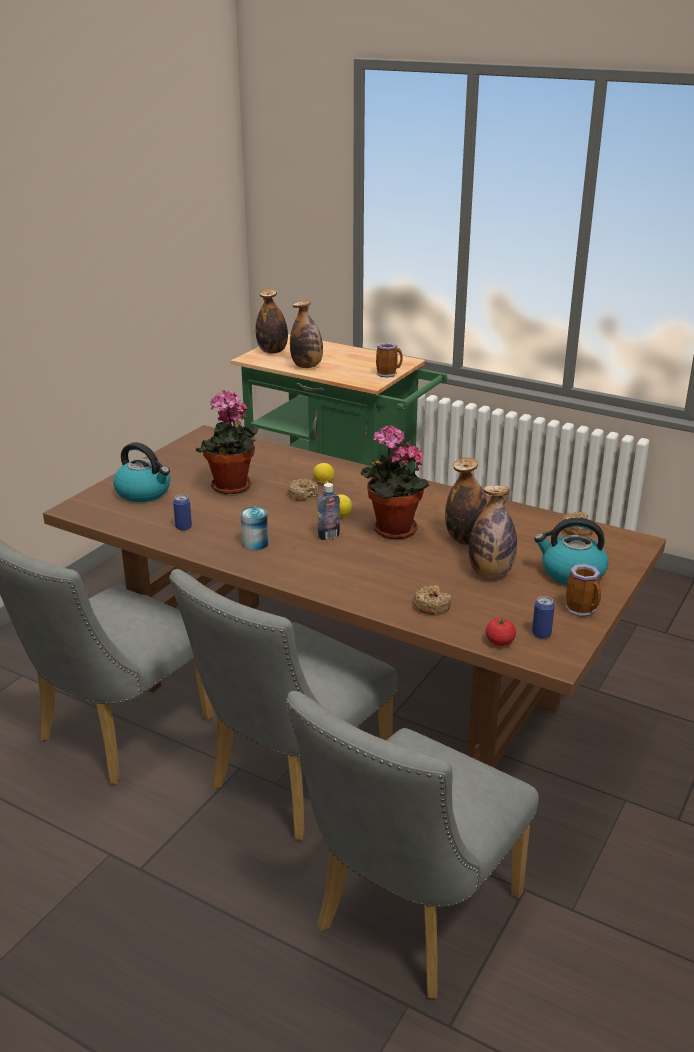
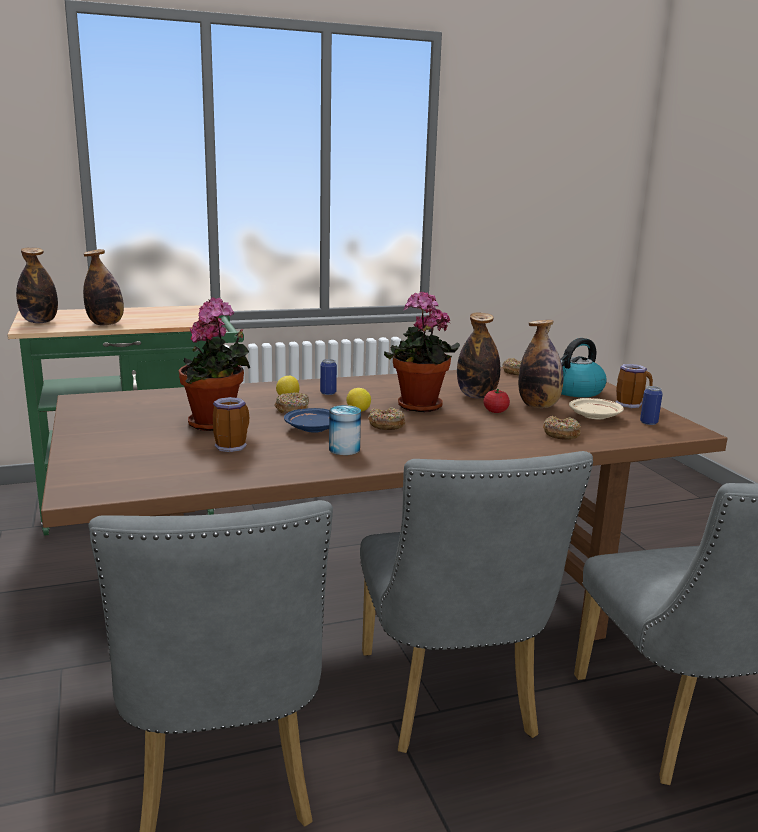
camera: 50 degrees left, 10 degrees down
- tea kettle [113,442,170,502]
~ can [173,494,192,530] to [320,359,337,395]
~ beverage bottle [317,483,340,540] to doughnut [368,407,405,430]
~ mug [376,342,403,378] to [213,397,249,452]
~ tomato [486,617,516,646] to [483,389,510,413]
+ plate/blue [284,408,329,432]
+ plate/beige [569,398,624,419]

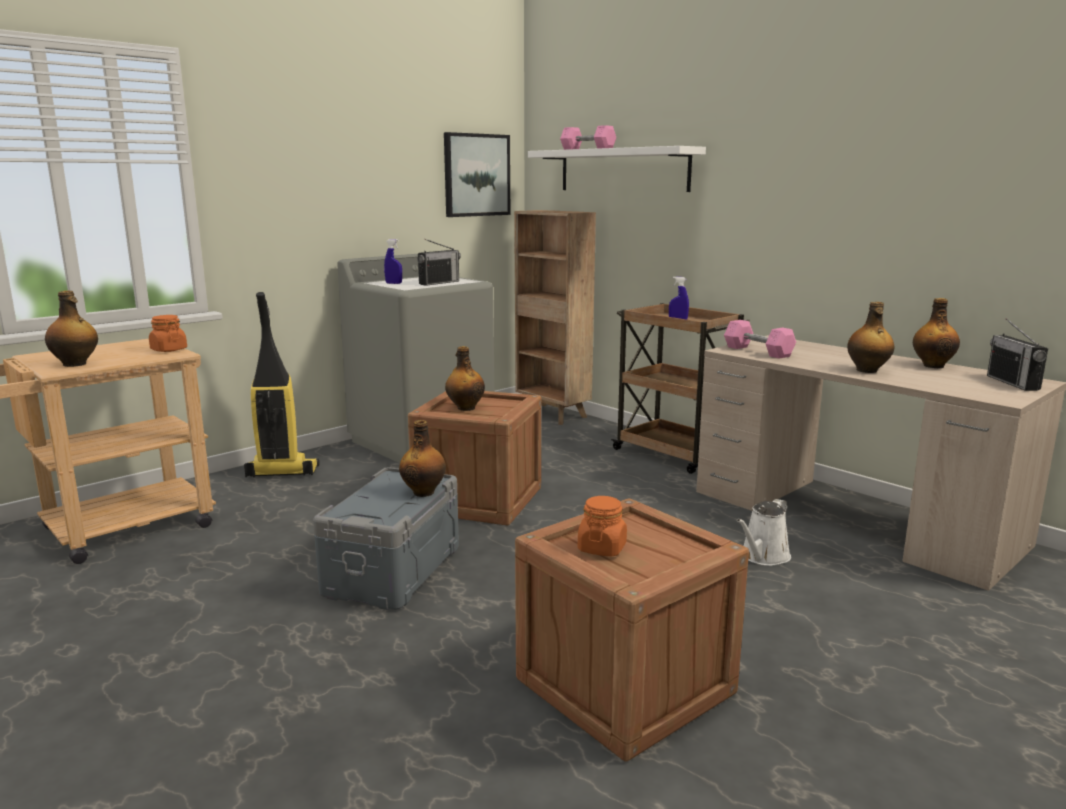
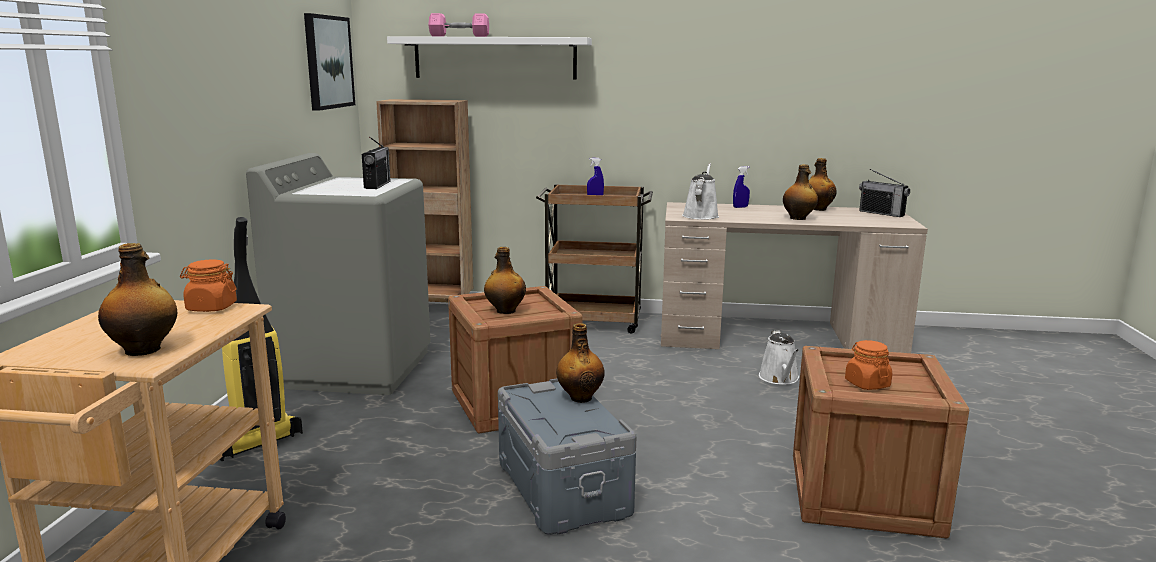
camera: 40 degrees left, 0 degrees up
~ sprayer/blue [384,239,402,284] to [733,166,750,208]
~ hand weight/pink-coloured [724,320,796,359] to sprinkling can/white [682,163,719,220]

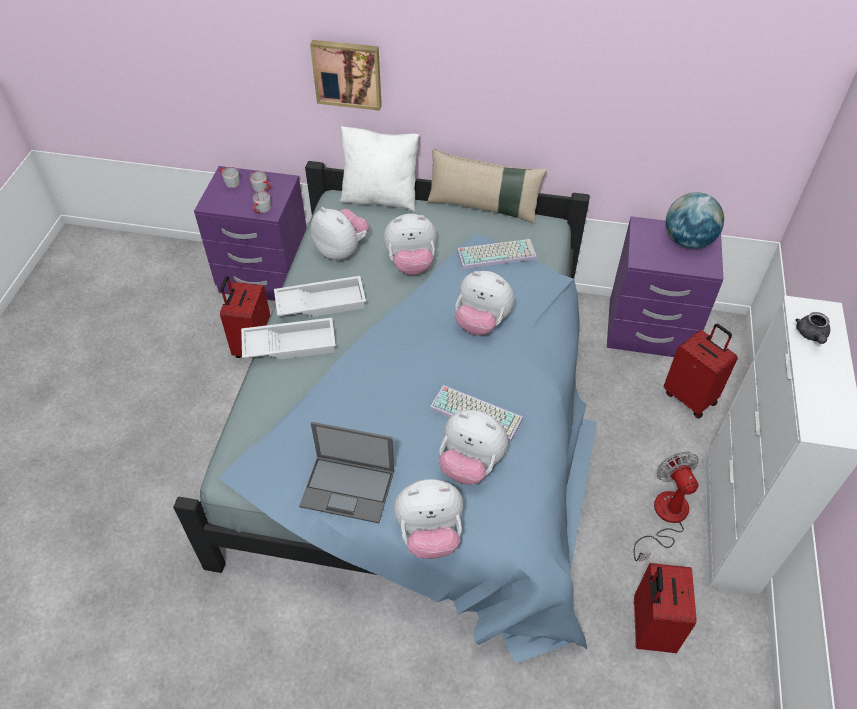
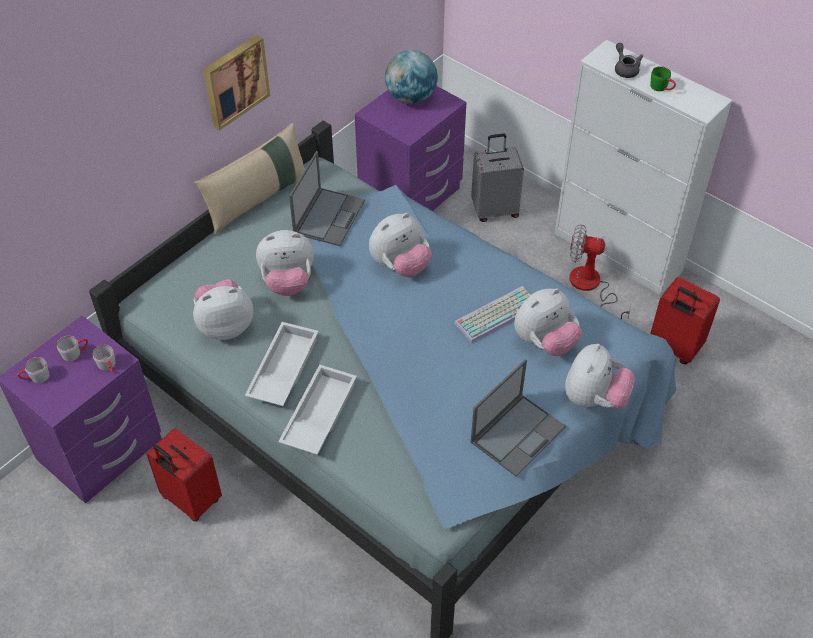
camera: 60 degrees left, 0 degrees up
~ wall picture [310,40,382,111] to [203,35,270,130]
- pillow/white [340,126,419,212]
~ soft toy [383,214,436,275] = [256,230,314,296] 60 degrees clockwise
~ computer keyboard [457,239,537,269] to portable computer [289,151,365,246]
~ suitcase/red-coloured [664,324,738,419] to suitcase/greyish [471,133,524,222]
~ tea pot/greyish [795,312,830,344] = [615,43,643,78] 150 degrees counterclockwise
+ mug/greenish [650,66,676,91]

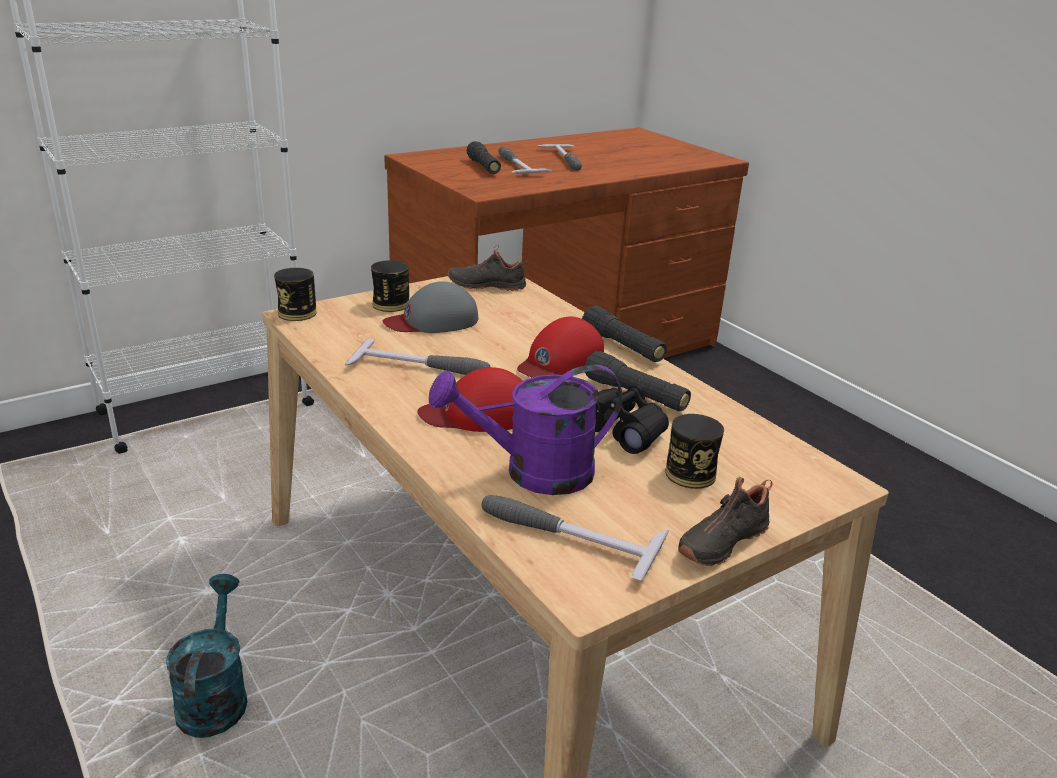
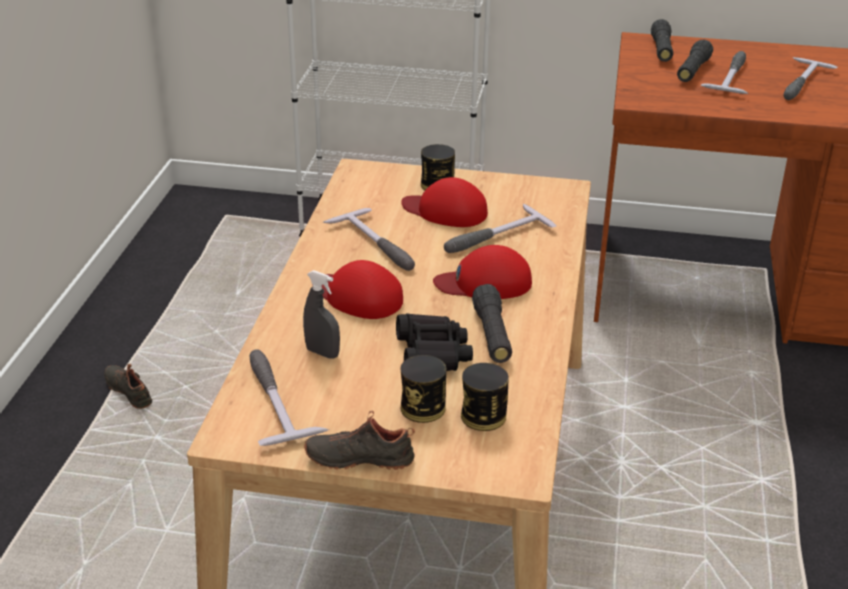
camera: 45 degrees right, 5 degrees up
- sprinkling can/turquoise-coloured [166,574,248,738]
~ can [274,268,317,321] to [461,363,509,431]
~ cap/greyish [383,281,478,333] to cap/red-coloured [401,177,488,227]
~ sprinkling can/purple [429,364,622,495] to sprayer/greyish [303,270,340,359]
~ item of footwear/blackish [448,245,527,291] to [104,364,152,409]
~ flashlight/blackish [582,306,667,362] to [651,19,673,62]
+ hammer [444,204,557,253]

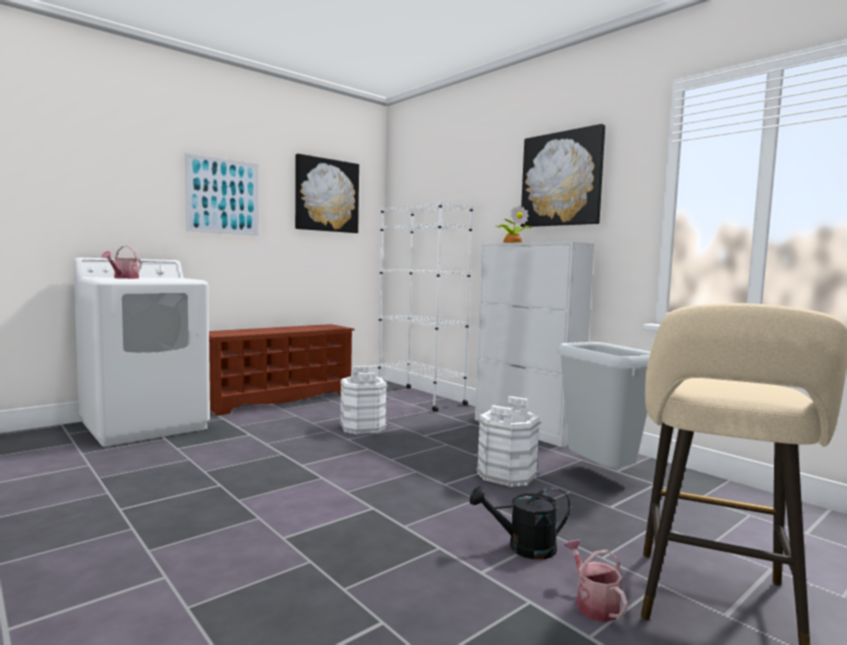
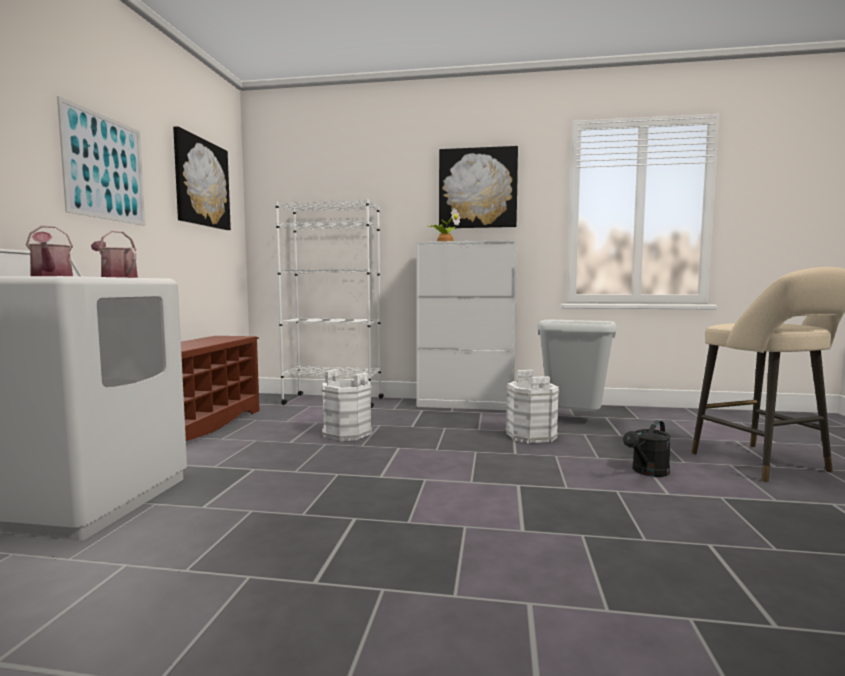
camera: 40 degrees left, 0 degrees up
~ sprinkling can [564,540,628,622] to [91,230,138,278]

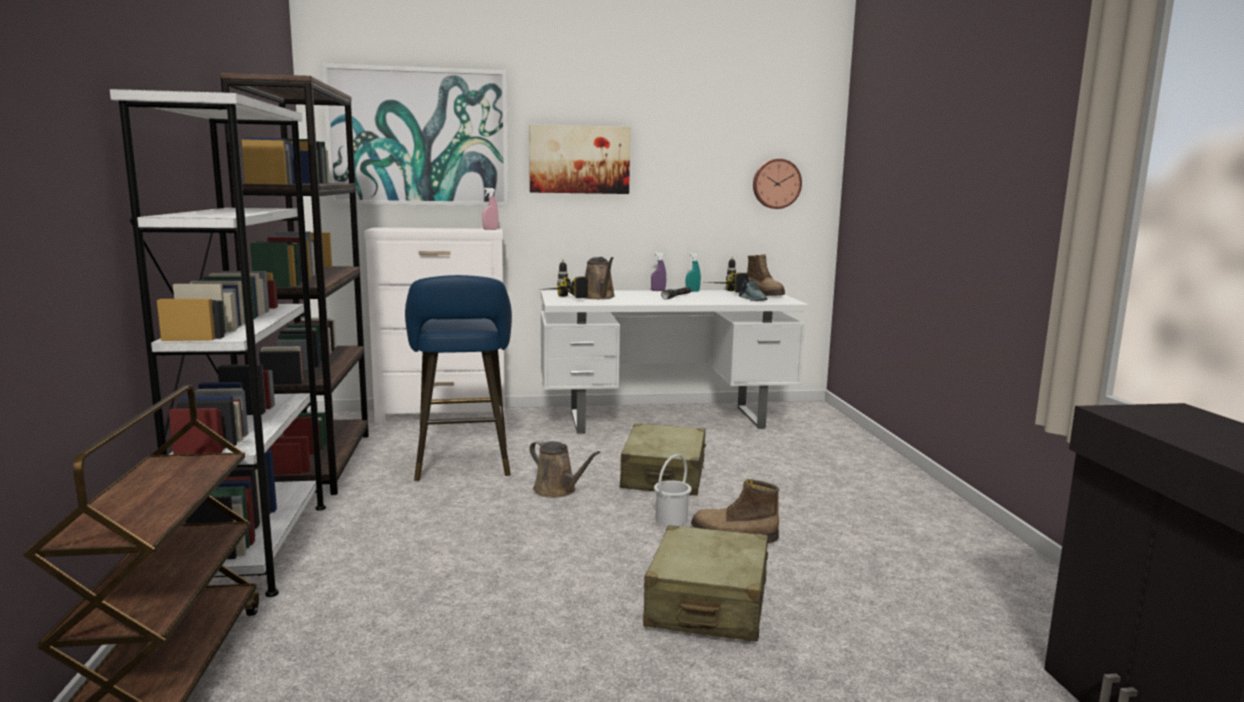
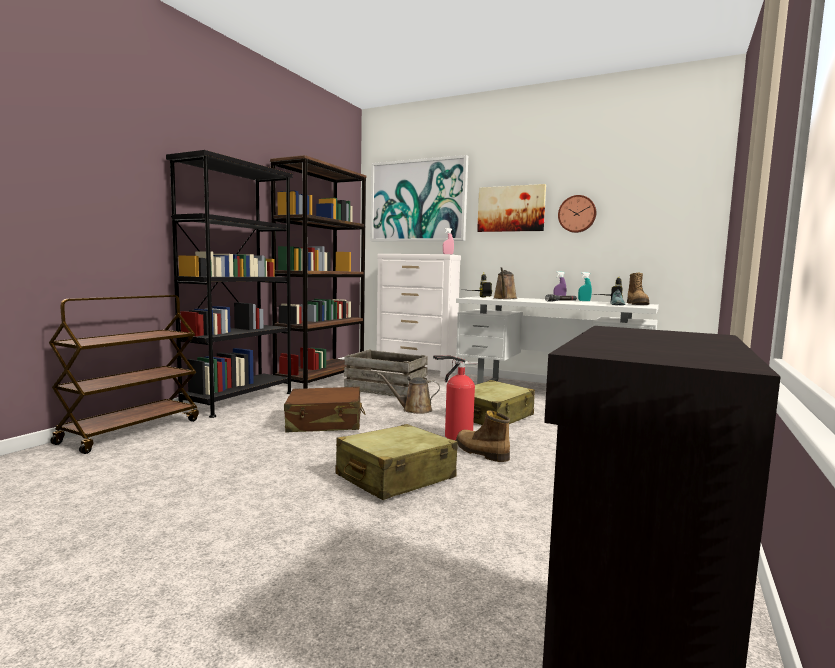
camera: 35 degrees right, 5 degrees down
~ bookshelf/white [110,89,326,597] to bookshelf/blackish [166,150,293,418]
~ stool seat/blue [405,275,512,481] to crate [344,350,428,397]
~ sprinkling can/brownish [529,440,600,498] = [378,373,440,414] 105 degrees clockwise
~ water bucket/white [654,454,692,526] to fire-fighting cylinder [433,355,478,440]
~ clock on the wall [753,159,802,209] to [558,195,596,233]
+ suitcase/brownish [284,387,366,433]

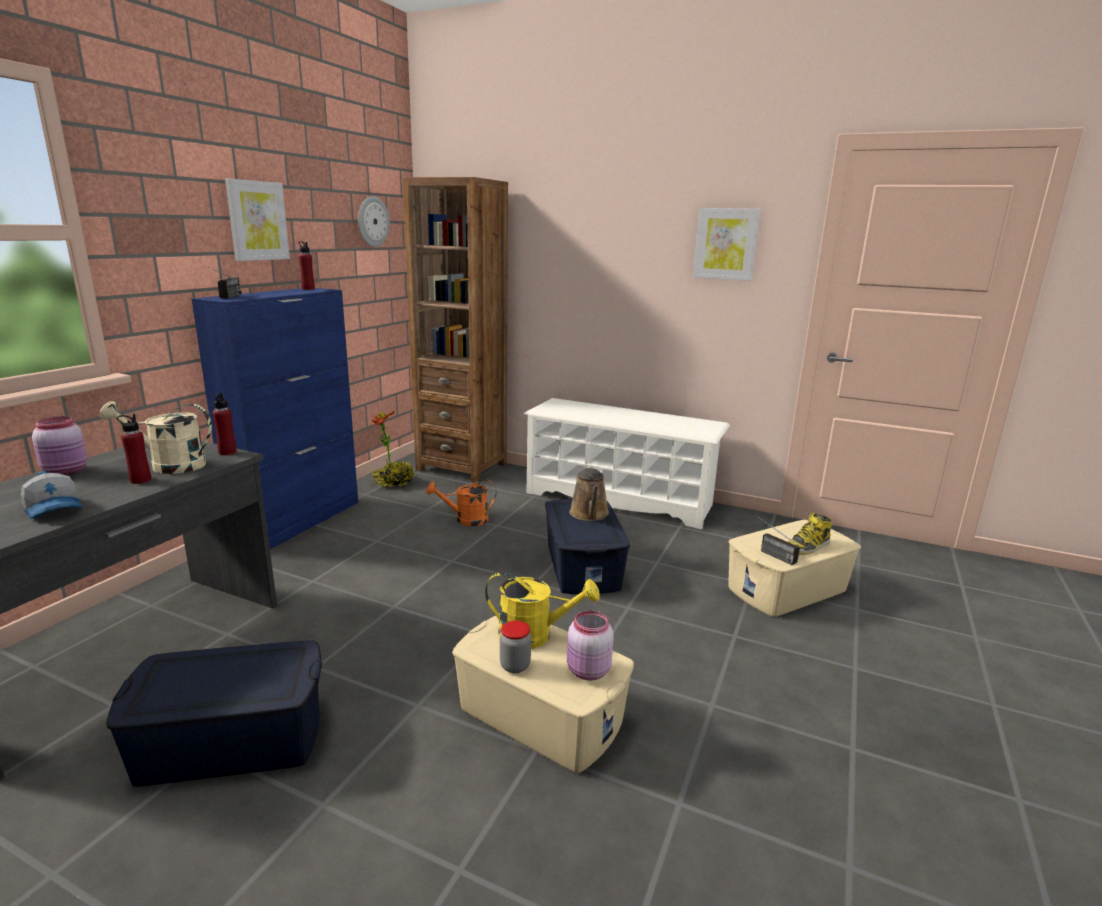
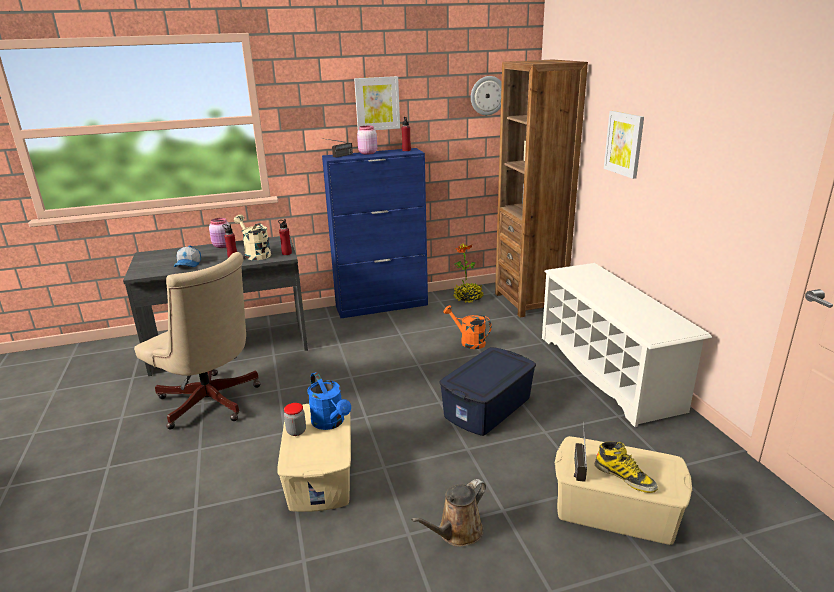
camera: 50 degrees right, 5 degrees up
~ storage container/blue [106,640,322,787] to desk chair/beige [134,252,261,430]
~ sprinkling can/yellowish [485,572,600,649] to sprinkling can/blue [308,372,351,430]
~ preserve jar/pink-coloured [567,610,613,681] to [357,126,377,155]
~ sprinkling can/brownish [569,465,609,521] to [411,479,486,547]
~ wall picture [693,208,761,281] to [604,111,644,179]
~ high-top boot [789,512,832,555] = [594,442,658,493] 150 degrees counterclockwise

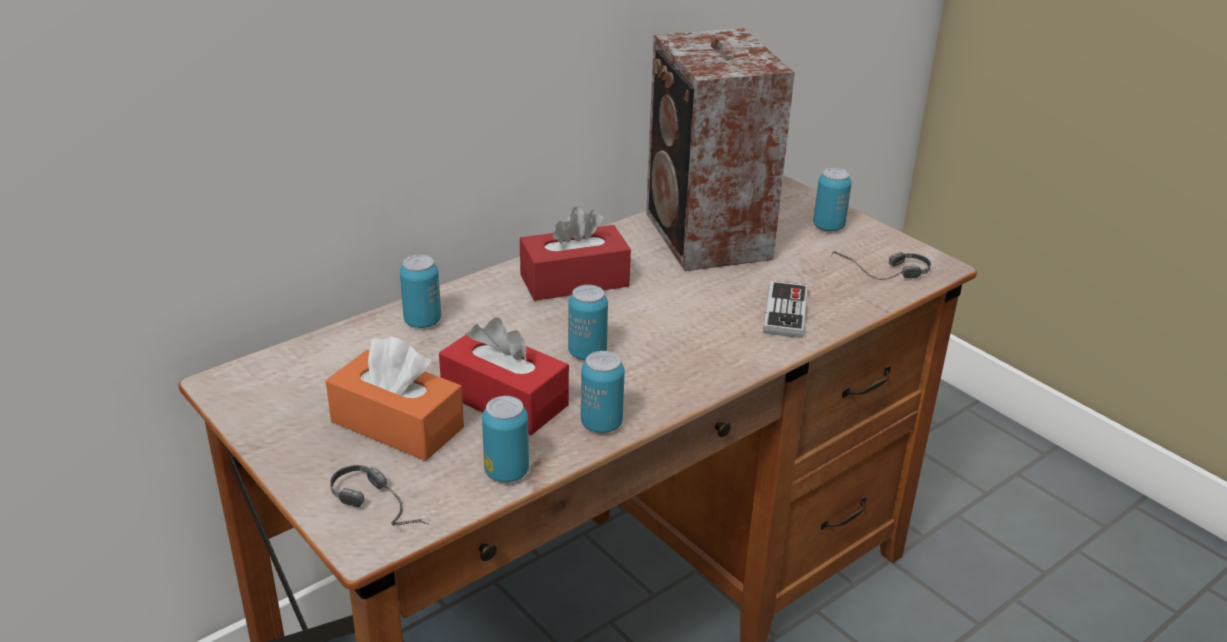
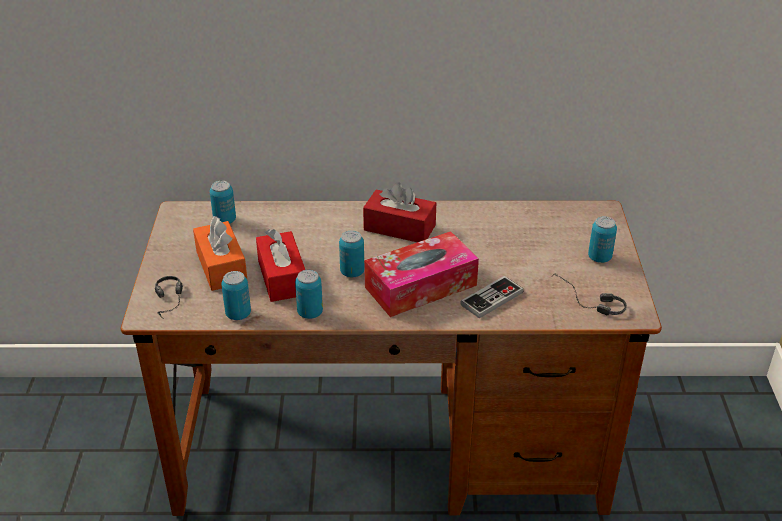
camera: 40 degrees right, 5 degrees up
~ can [400,255,441,328] to [210,181,236,223]
- audio speaker [646,28,795,271]
+ tissue holder [364,231,479,317]

